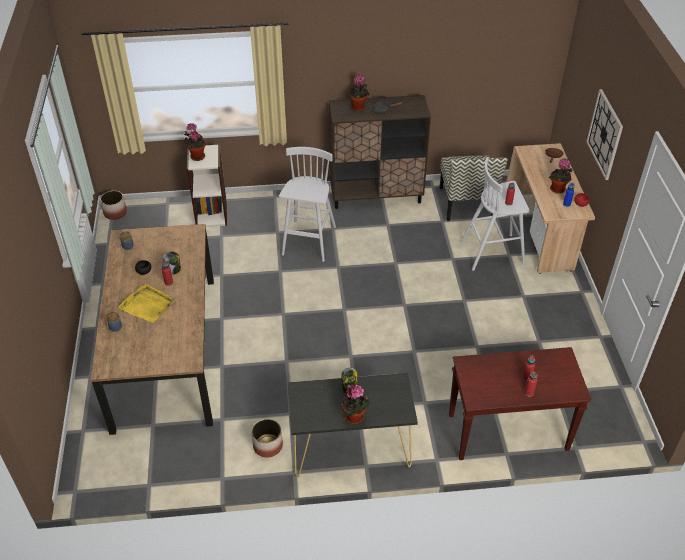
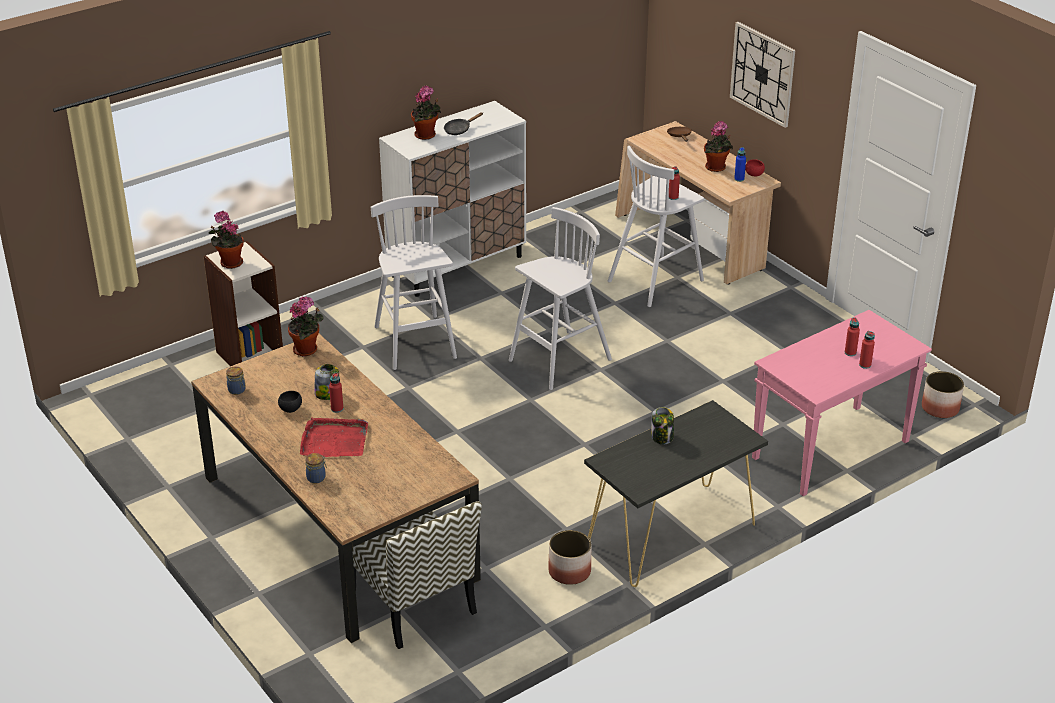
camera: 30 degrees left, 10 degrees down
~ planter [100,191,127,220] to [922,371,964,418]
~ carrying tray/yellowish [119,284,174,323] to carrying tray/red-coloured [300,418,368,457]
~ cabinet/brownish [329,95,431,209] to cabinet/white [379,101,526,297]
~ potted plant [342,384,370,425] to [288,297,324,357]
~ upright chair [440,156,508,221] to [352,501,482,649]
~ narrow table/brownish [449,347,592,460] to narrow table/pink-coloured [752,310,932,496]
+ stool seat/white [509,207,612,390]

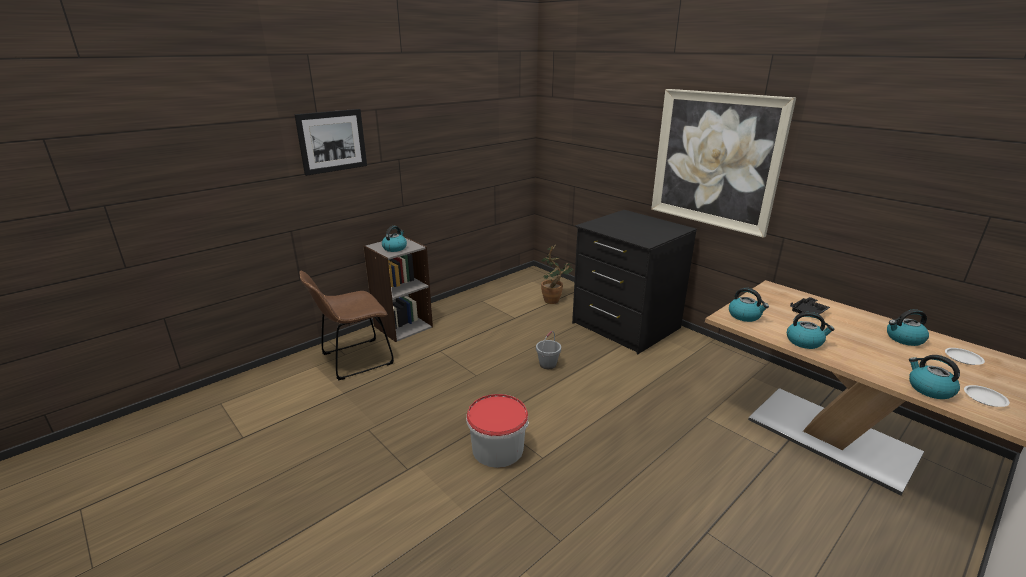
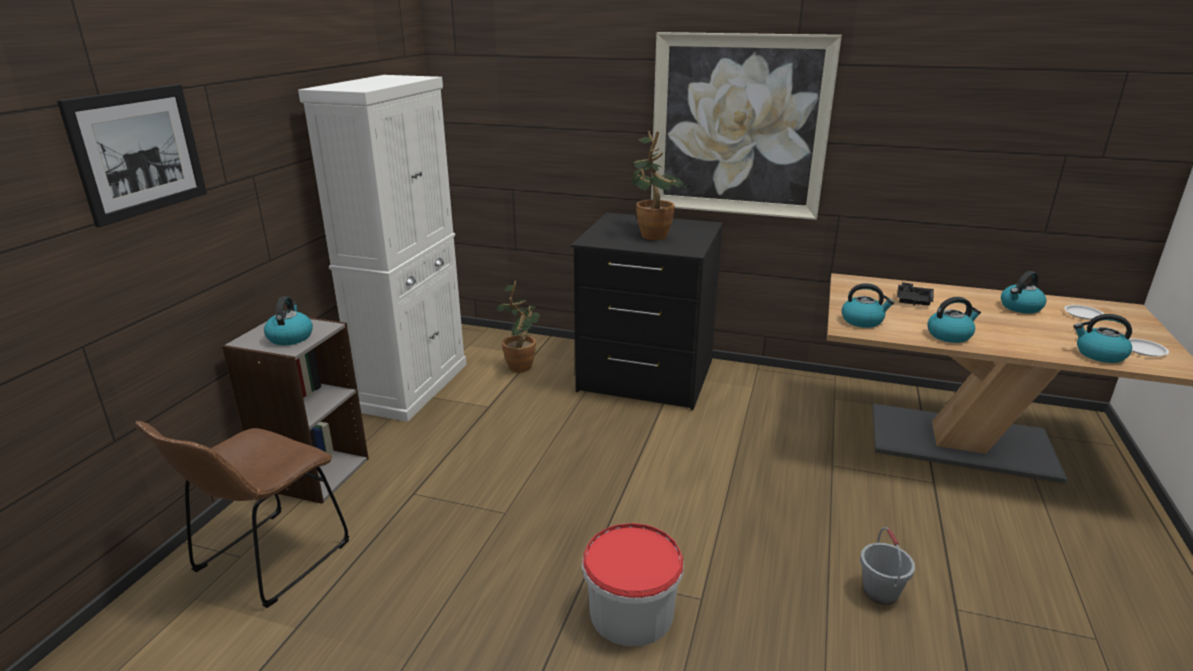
camera: 30 degrees left, 0 degrees up
~ water bucket/greyish [536,331,561,369] to [860,527,915,605]
+ cabinet/white [298,75,467,422]
+ potted plant [629,131,691,240]

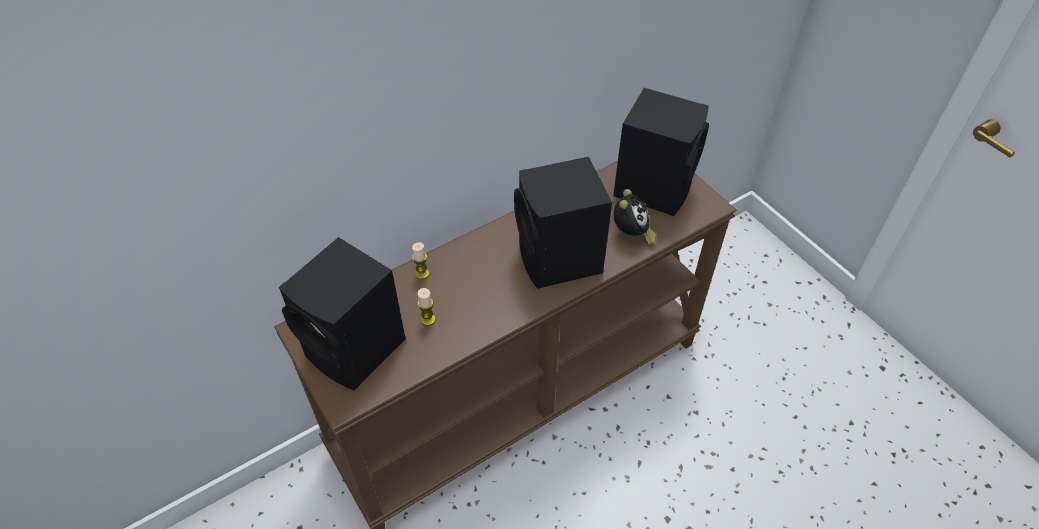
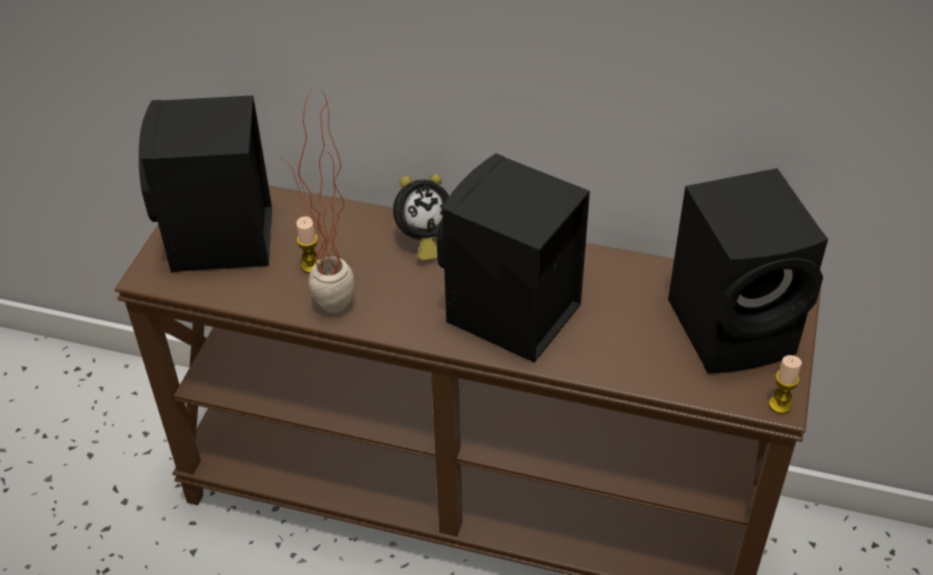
camera: 50 degrees right, 5 degrees down
~ wax candle [412,242,429,279] to [769,355,802,414]
~ table clock [613,189,656,245] to [393,174,449,261]
+ potted plant [283,89,355,313]

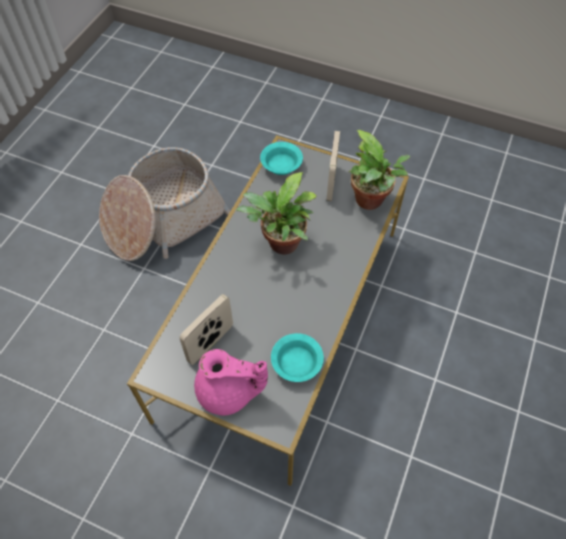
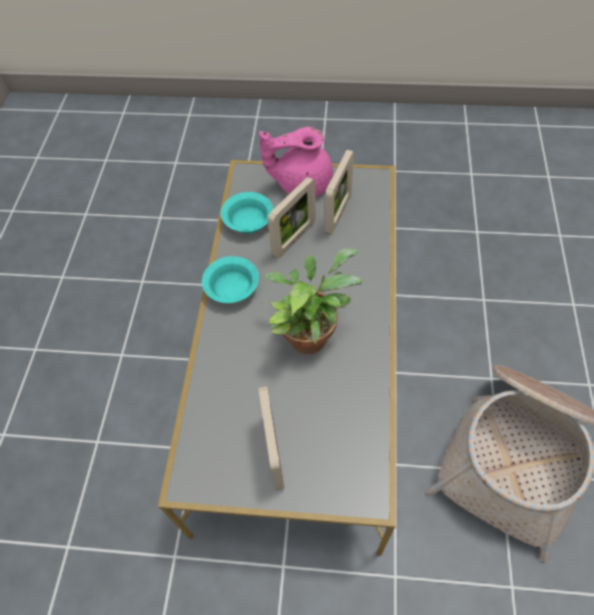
camera: 165 degrees right, 0 degrees up
~ bowl/turquoise-coloured [260,142,303,175] to [202,256,259,303]
- potted plant [349,130,410,210]
+ picture frame [268,177,316,259]

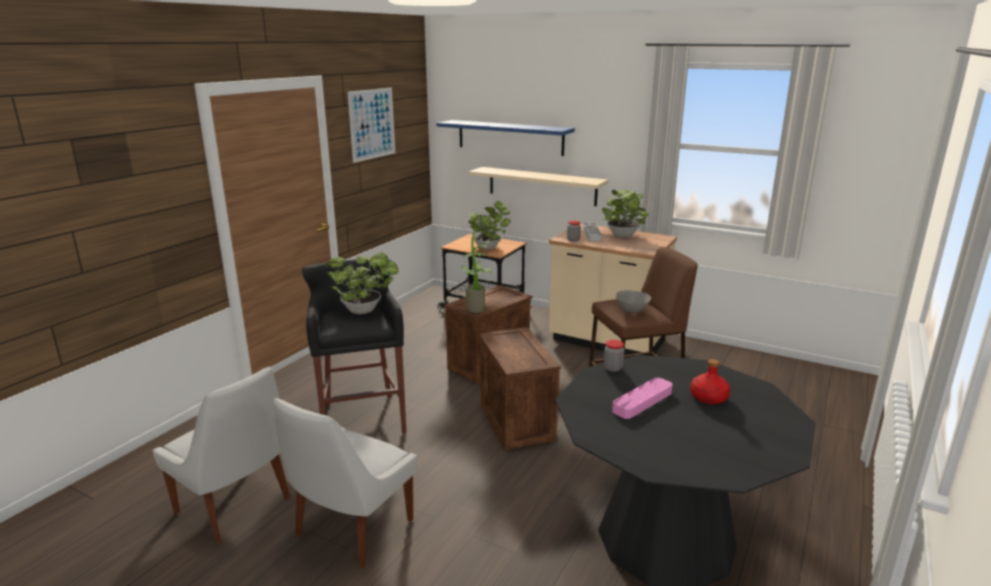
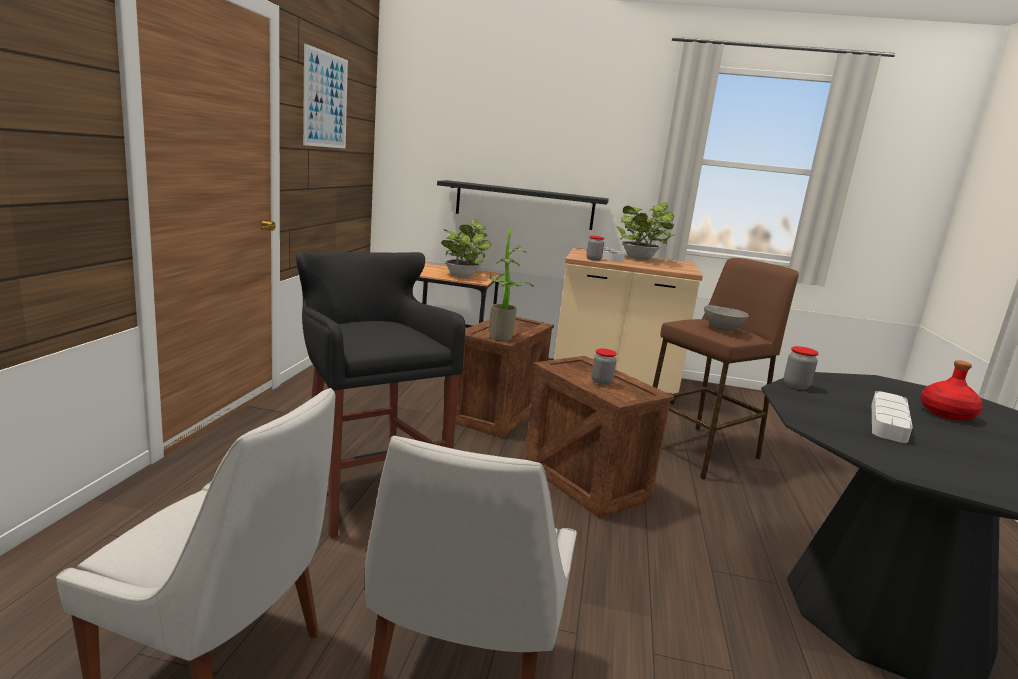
camera: 20 degrees left, 5 degrees down
- potted plant [325,252,398,314]
- wall shelf/blue [436,120,575,156]
~ wall shelf/beige [468,167,608,206] to wall shelf/blackish [437,180,609,230]
~ carrying tray/pink-coloured [612,378,673,419] to carrying tray/greyish [872,391,913,443]
+ preserve jar [591,348,617,385]

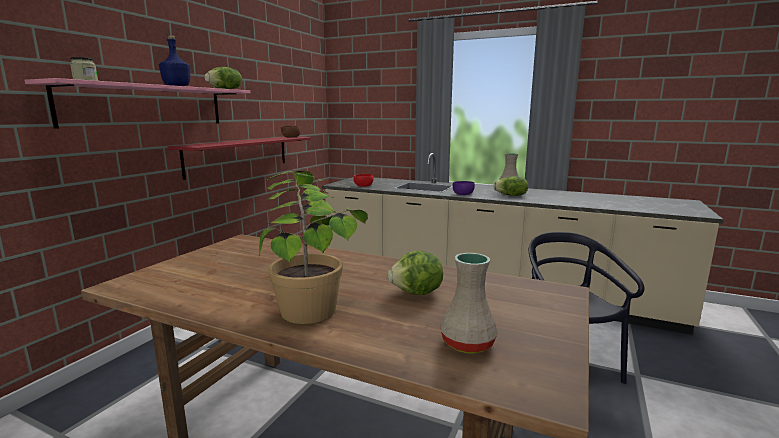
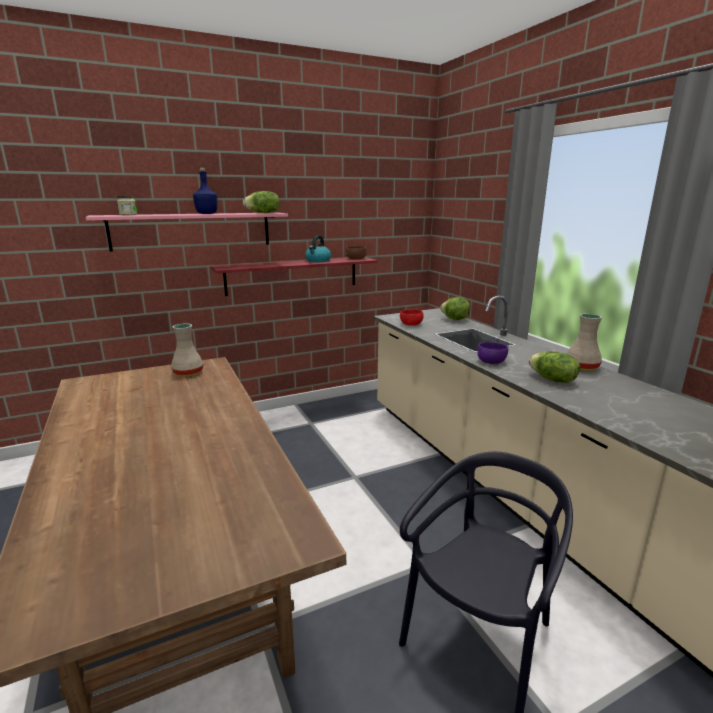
camera: 40 degrees right, 5 degrees up
- potted plant [259,171,368,324]
~ lettuce head [388,251,443,295] to [440,297,470,320]
~ vase/beige [440,253,498,354] to [171,323,203,377]
+ tea kettle [305,236,331,262]

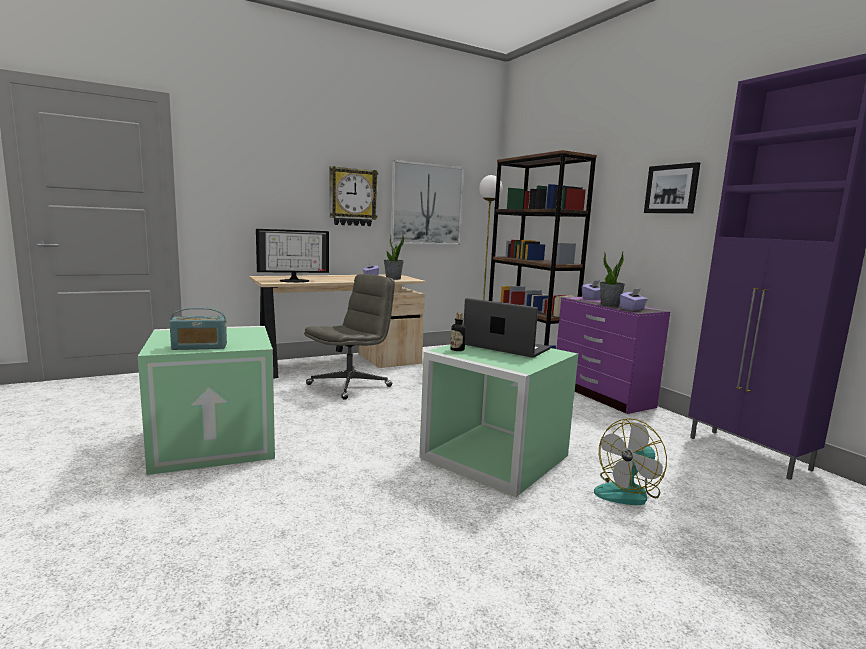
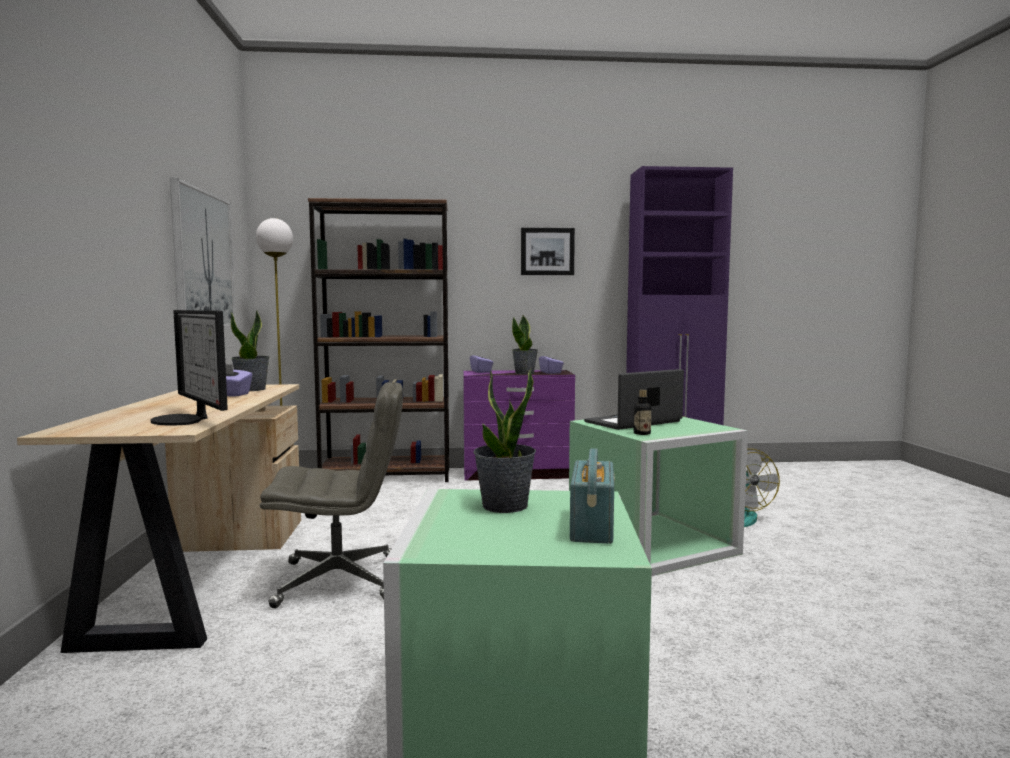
camera: 65 degrees left, 5 degrees down
~ computer screen [256,229,329,283] = [151,310,228,425] 135 degrees clockwise
~ desk chair/greyish [304,274,395,400] = [260,382,403,608] 105 degrees clockwise
- clock on the wall [329,166,378,226]
+ potted plant [473,368,536,513]

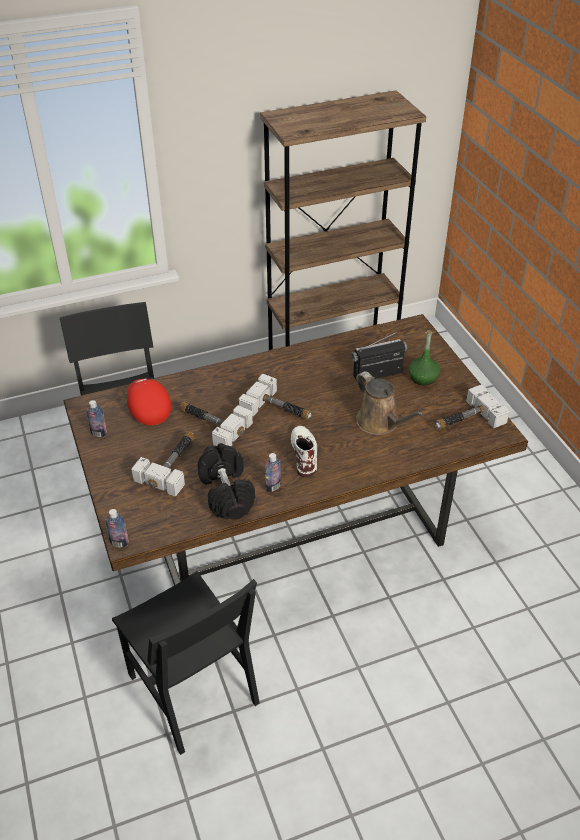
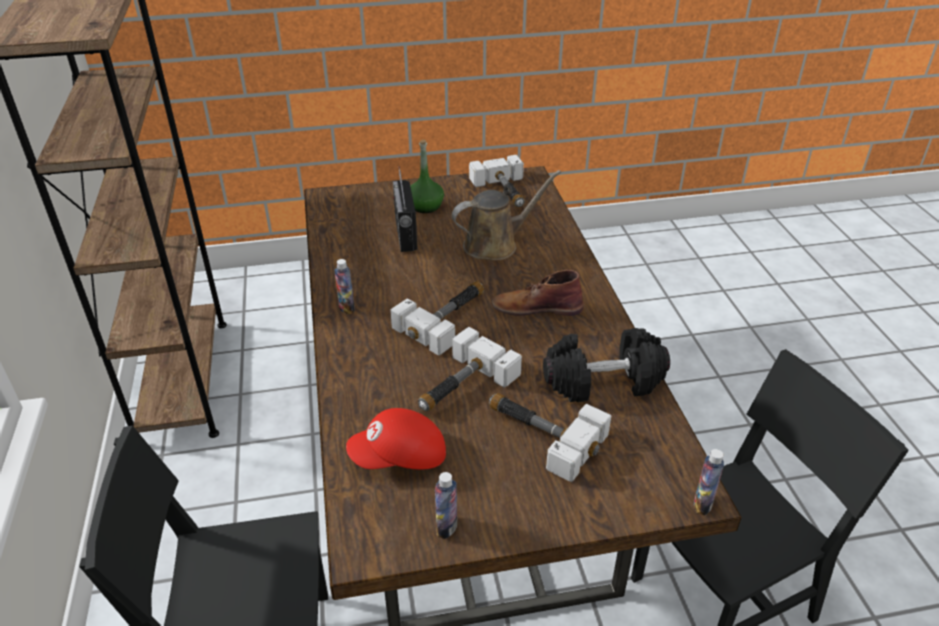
camera: 80 degrees left, 5 degrees down
~ beverage bottle [265,453,281,492] to [334,259,355,315]
~ high-top boot/white [291,426,317,477] to high-top boot/brownish [492,270,584,316]

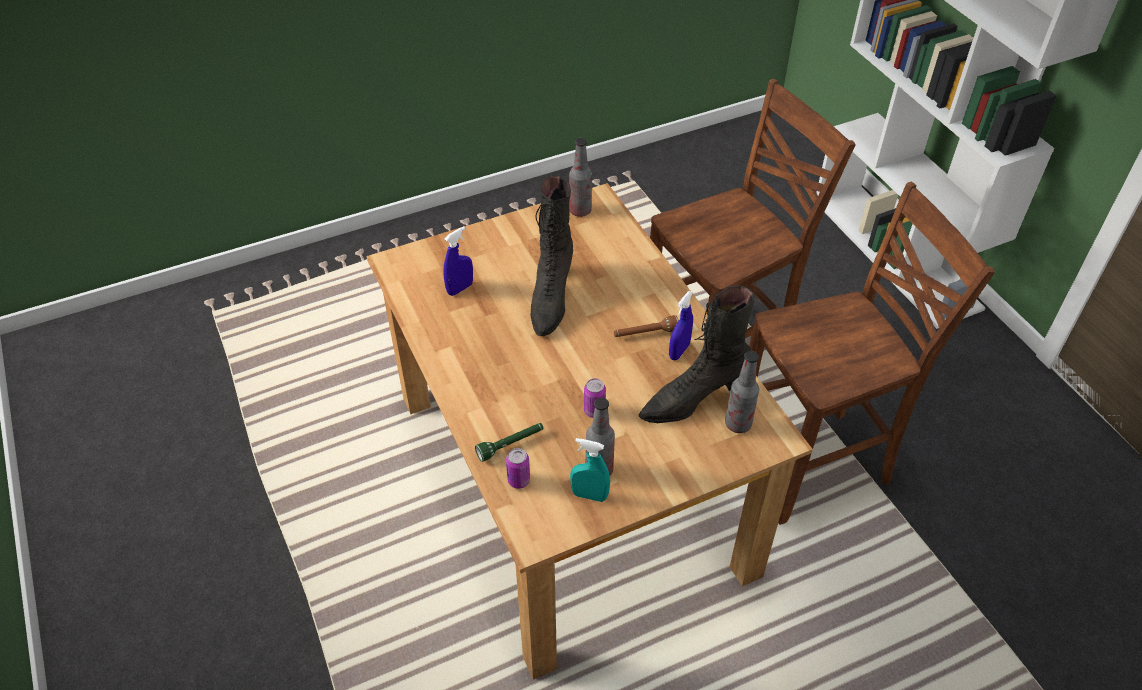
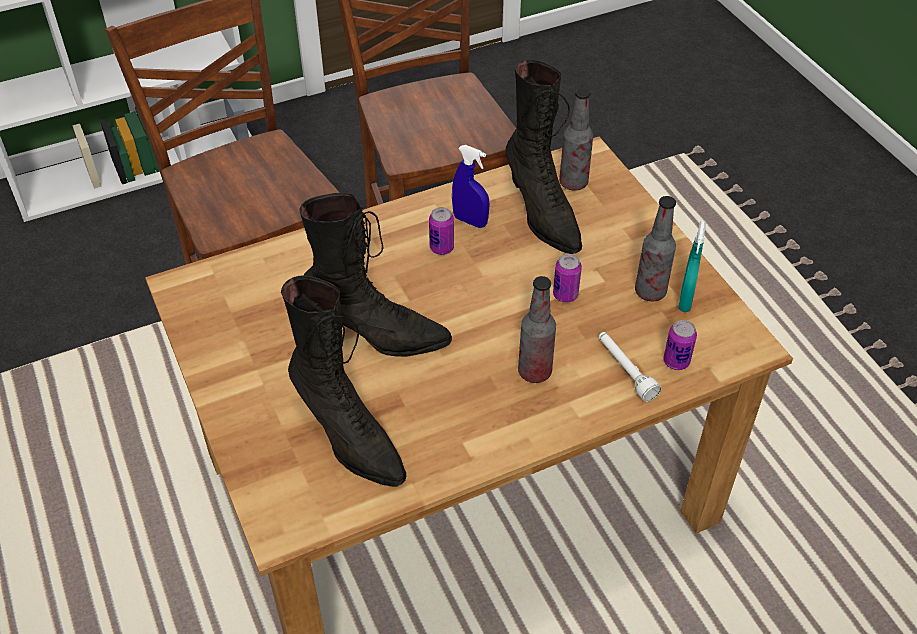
camera: 90 degrees left, 0 degrees up
~ sprayer/blue [443,226,473,296] to high-top boot/blackish [281,275,406,487]
~ flashlight/greenish [475,423,544,462] to flashlight/white [599,332,661,402]
~ beverage bottle [569,138,592,217] to [518,276,556,383]
~ flashlight/brownish [614,315,678,337] to can [429,207,454,255]

